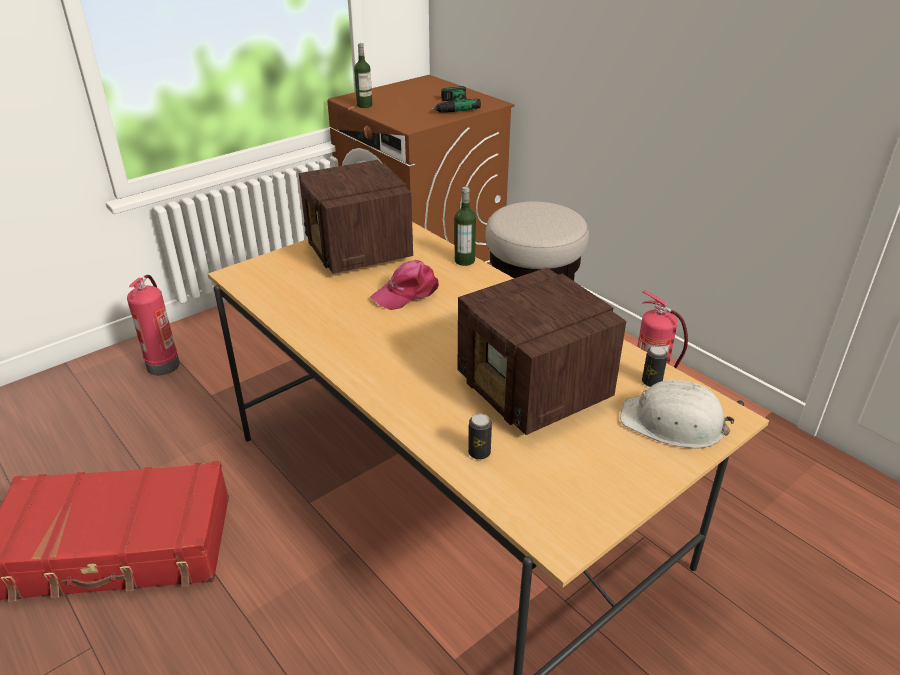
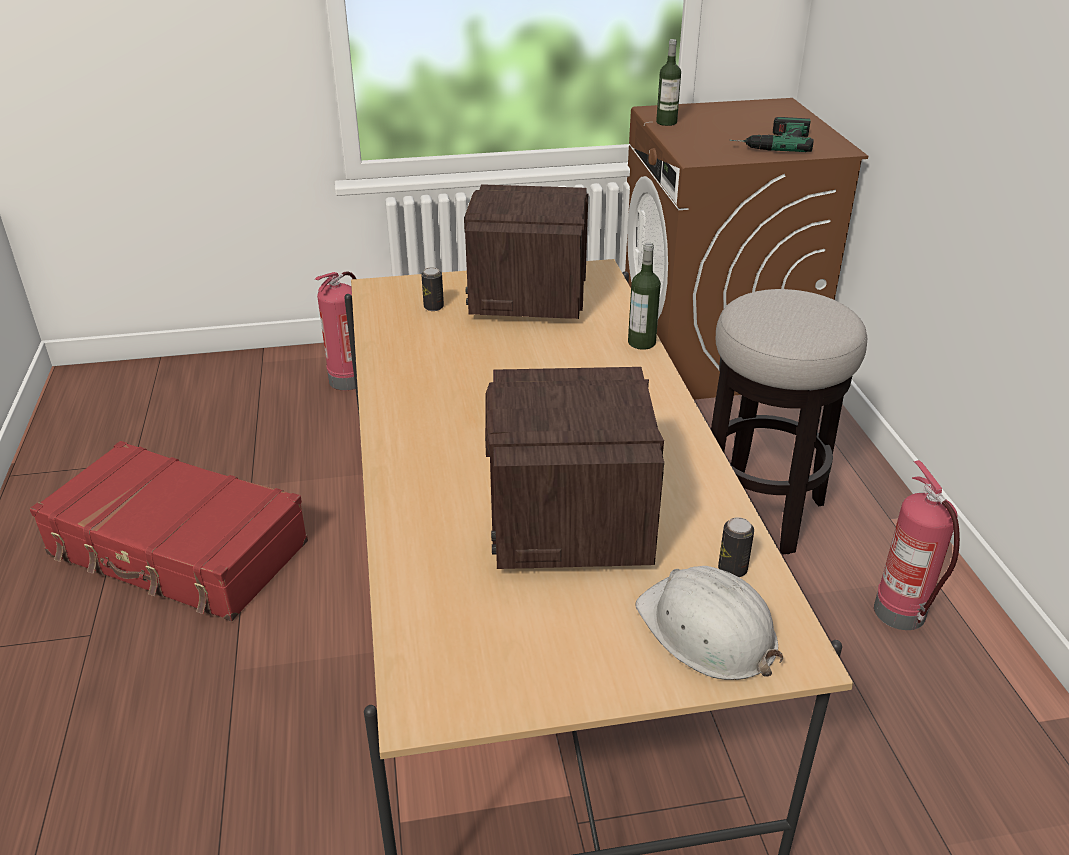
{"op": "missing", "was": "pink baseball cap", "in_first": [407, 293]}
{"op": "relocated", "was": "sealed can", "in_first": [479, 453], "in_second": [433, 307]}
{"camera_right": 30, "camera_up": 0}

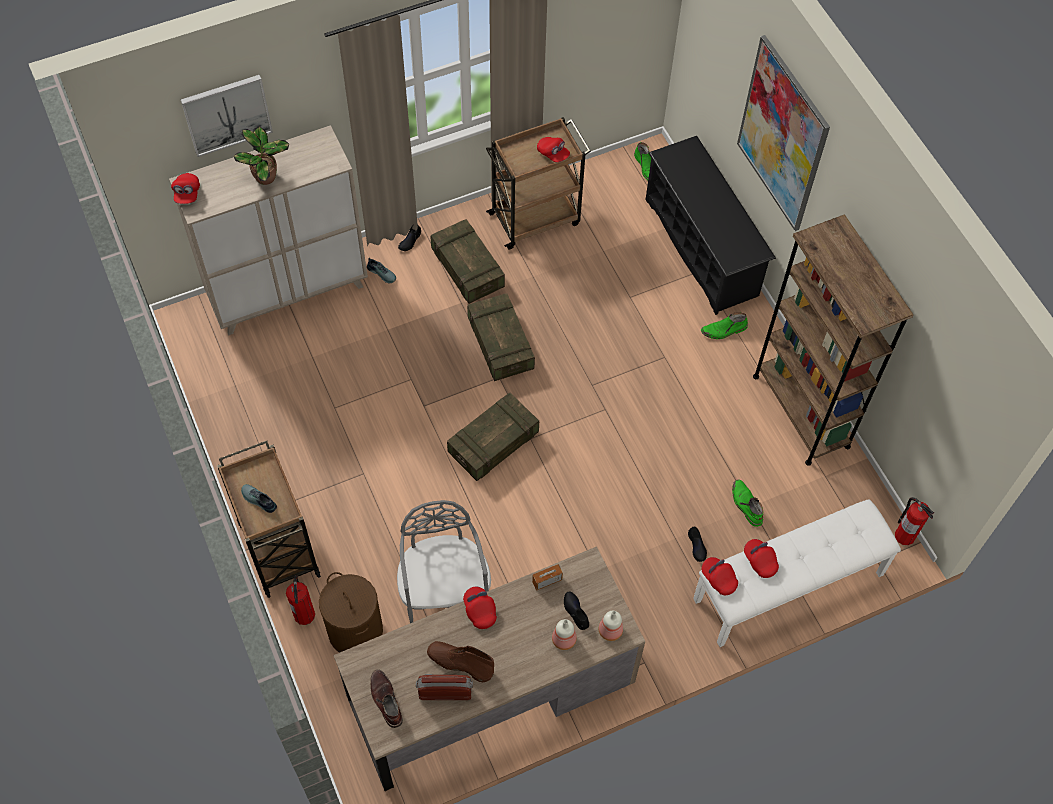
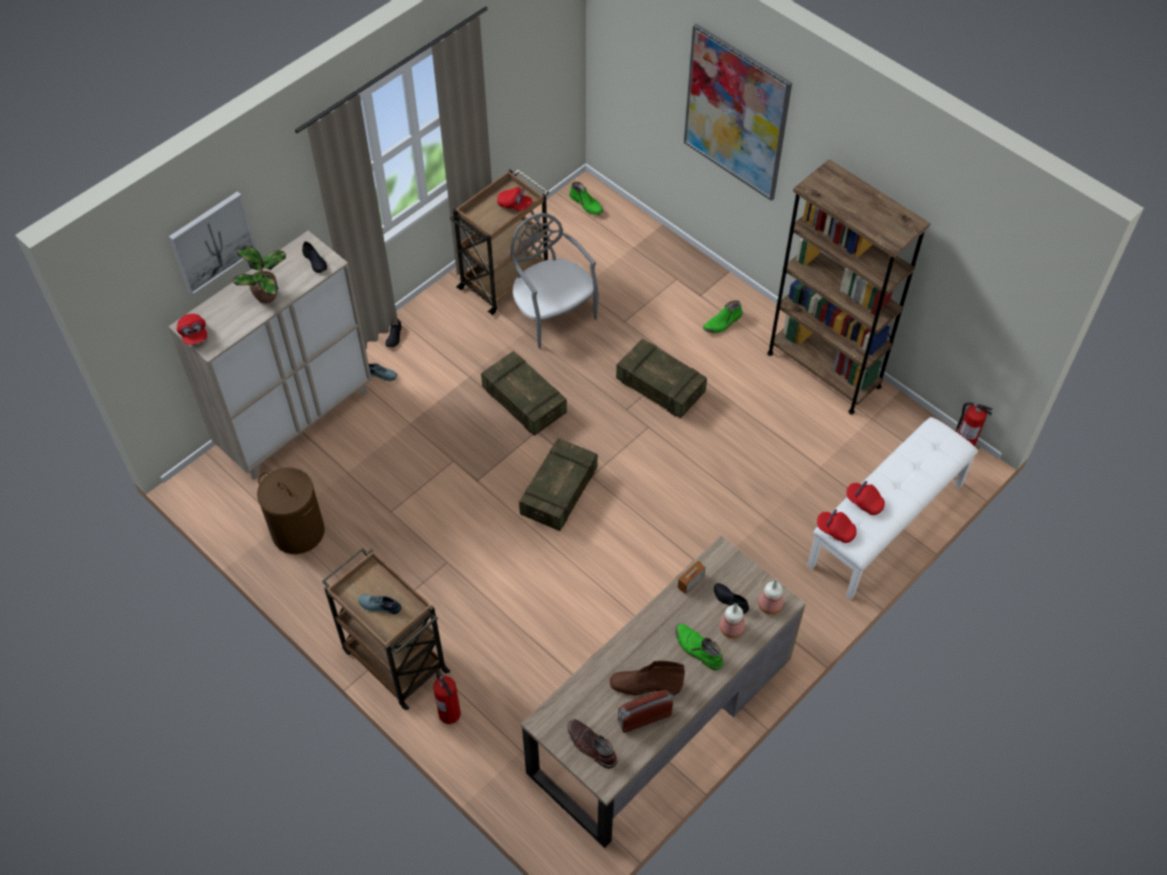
{"op": "missing", "was": "blackish shoe stand", "in_first": [701, 247]}
{"op": "relocated", "was": "shipping crate", "in_first": [467, 269], "in_second": [660, 387]}
{"op": "relocated", "was": "greenish high-top boot", "in_first": [746, 505], "in_second": [697, 649]}
{"op": "relocated", "was": "grey plain chair", "in_first": [444, 590], "in_second": [552, 314]}
{"op": "relocated", "was": "blackish low shoe", "in_first": [697, 546], "in_second": [315, 261]}
{"op": "relocated", "was": "brown-coloured hamper", "in_first": [355, 630], "in_second": [297, 531]}
{"op": "missing", "was": "red baseball cap", "in_first": [479, 610]}
{"camera_right": -20, "camera_up": -5}

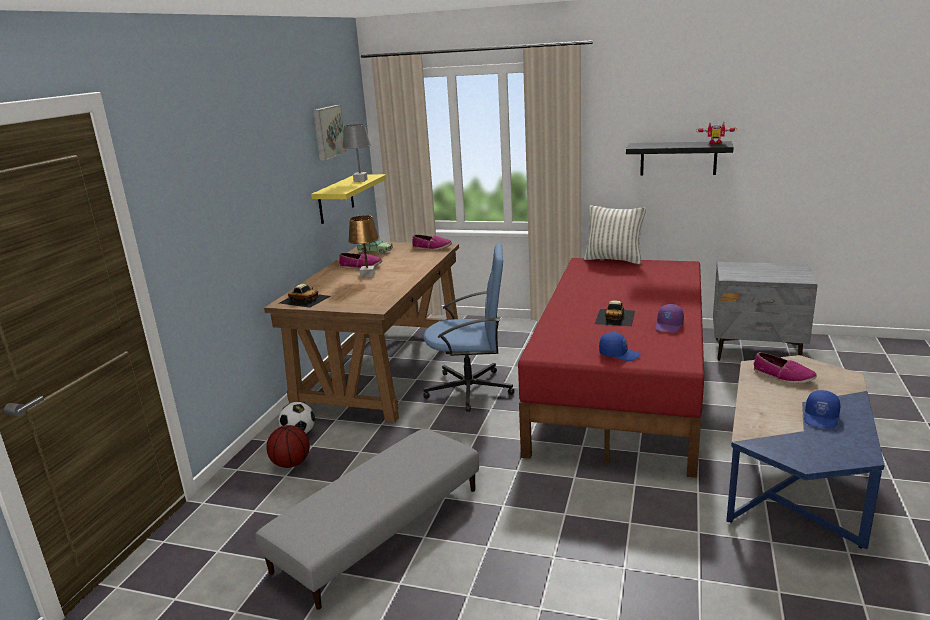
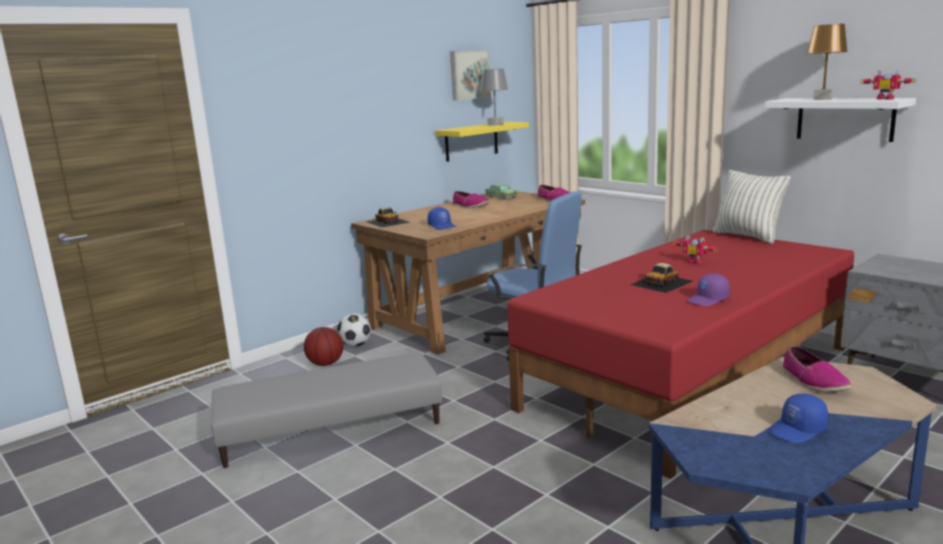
{"op": "colour", "was": "blackish wall shelf", "now": "white-coloured wall shelf", "in_first": [678, 158], "in_second": [845, 119]}
{"op": "relocated", "was": "brown-coloured tabletop lamp", "in_first": [368, 275], "in_second": [823, 99]}
{"op": "relocated", "was": "bluish baseball cap", "in_first": [619, 354], "in_second": [442, 226]}
{"op": "appeared", "now": "robot figure", "in_second": [695, 262]}
{"camera_right": 30, "camera_up": -5}

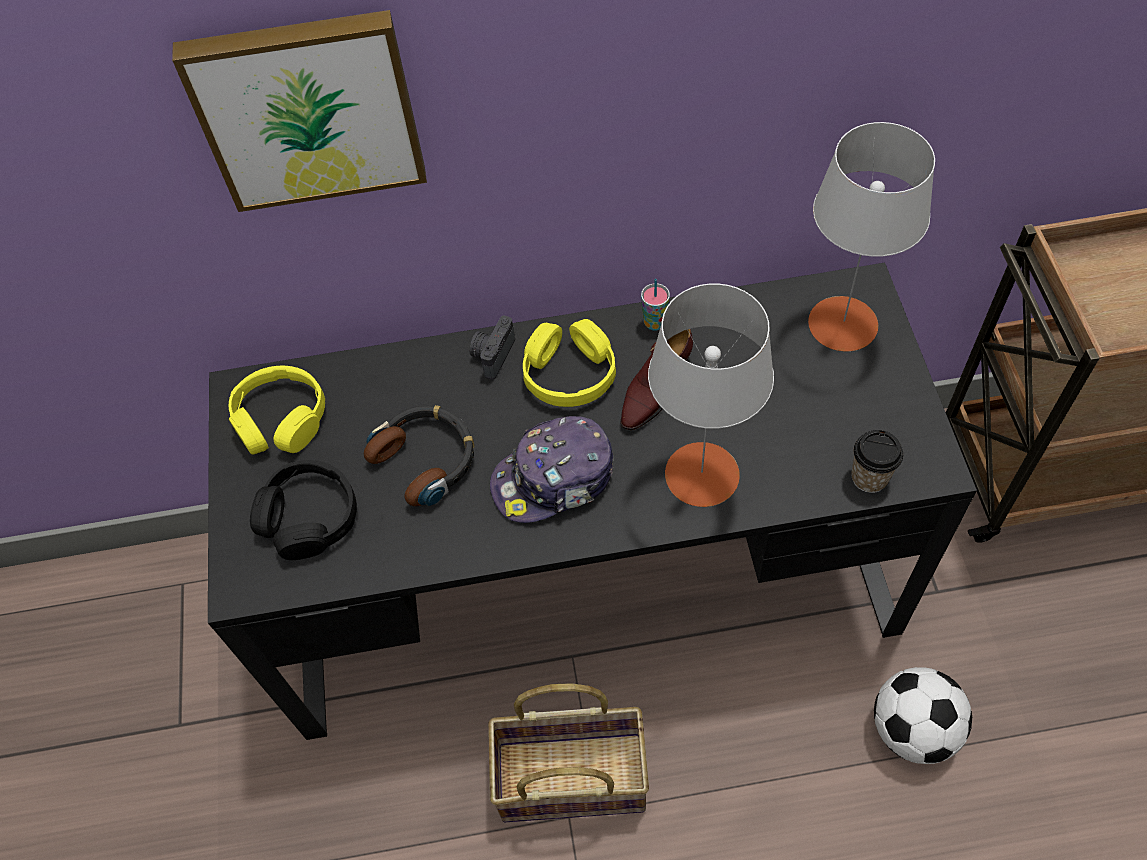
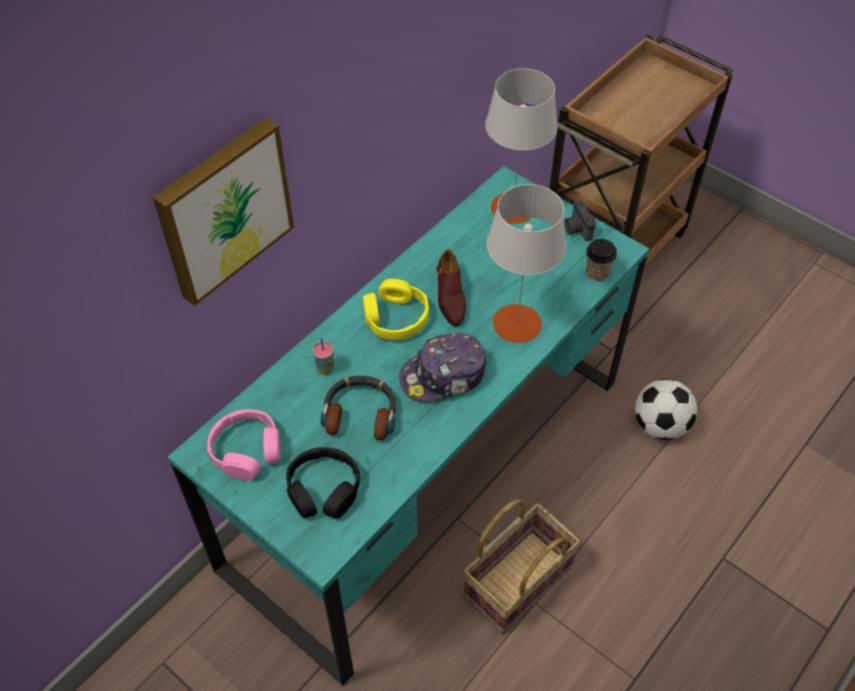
{"op": "colour", "was": "blackish desk unit", "now": "turquoise-coloured desk unit", "in_first": [587, 580], "in_second": [427, 471]}
{"op": "relocated", "was": "cup", "in_first": [654, 323], "in_second": [325, 369]}
{"op": "relocated", "was": "still camera", "in_first": [492, 355], "in_second": [576, 229]}
{"op": "colour", "was": "yellowish headphones", "now": "pink headphones", "in_first": [281, 419], "in_second": [247, 450]}
{"op": "spun", "was": "baseball cap", "in_first": [554, 479], "in_second": [444, 376], "clockwise": 45}
{"camera_right": -45, "camera_up": -5}

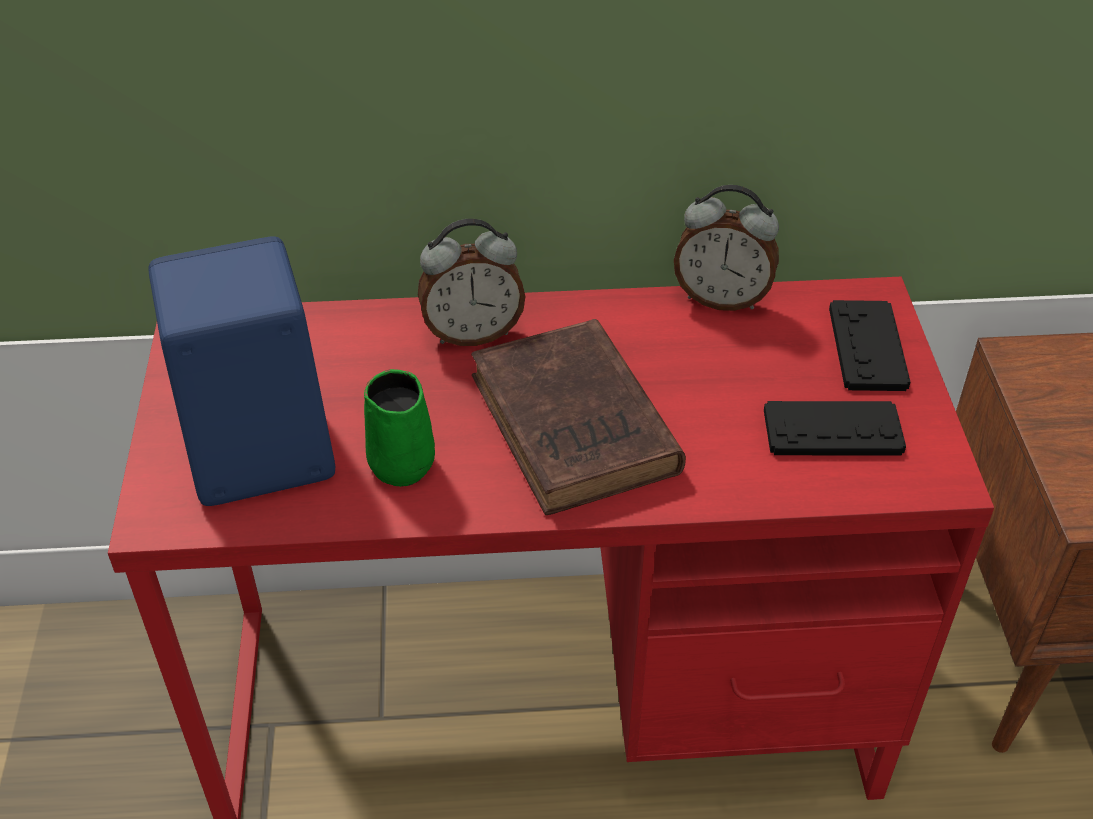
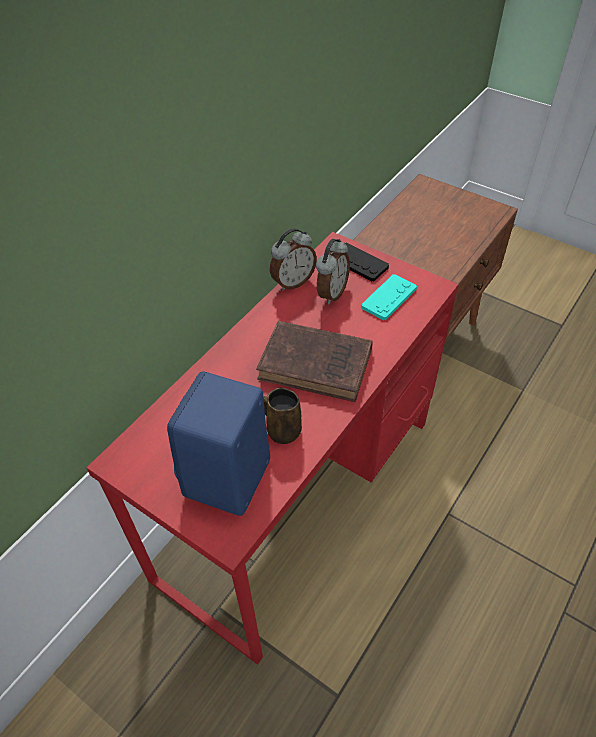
{"op": "relocated", "was": "table clock", "in_first": [472, 333], "in_second": [331, 293]}
{"op": "colour", "was": "greenish coffee mug", "now": "brown-coloured coffee mug", "in_first": [402, 461], "in_second": [282, 430]}
{"op": "colour", "was": "blackish game controller", "now": "turquoise-coloured game controller", "in_first": [832, 431], "in_second": [389, 298]}
{"camera_right": -50, "camera_up": 5}

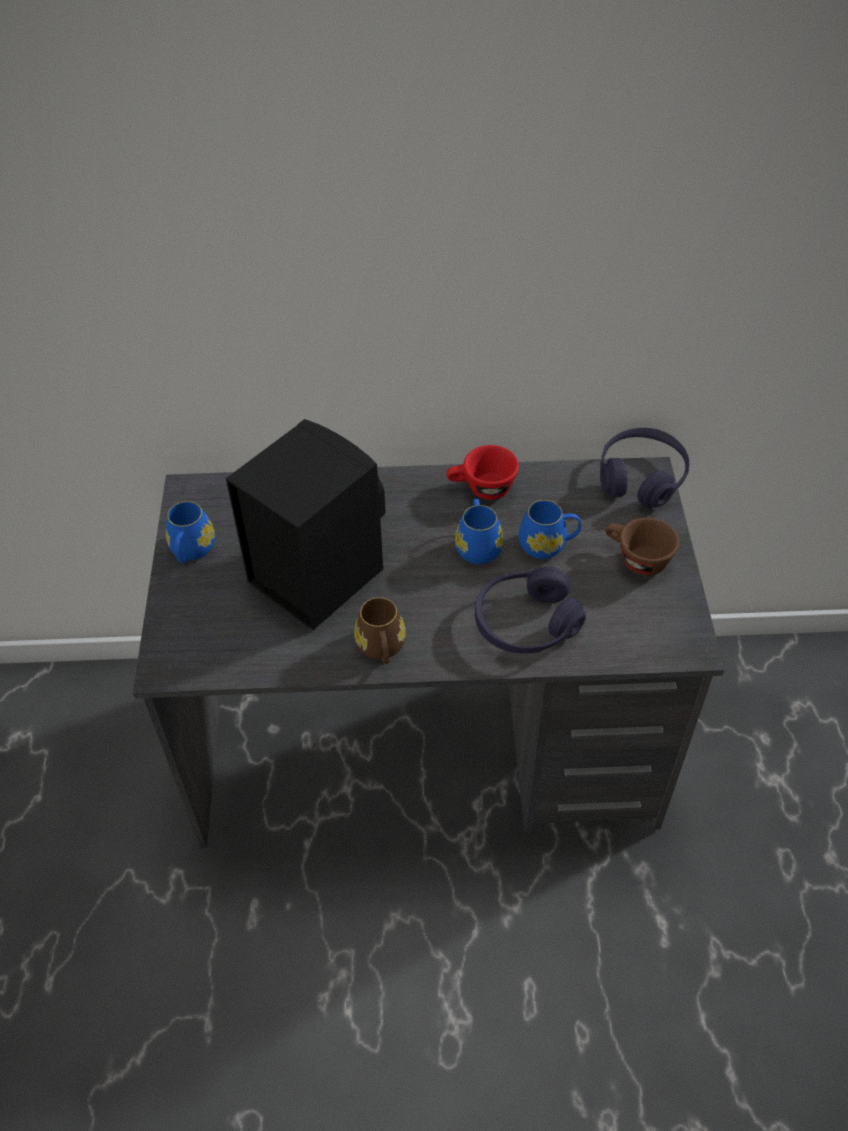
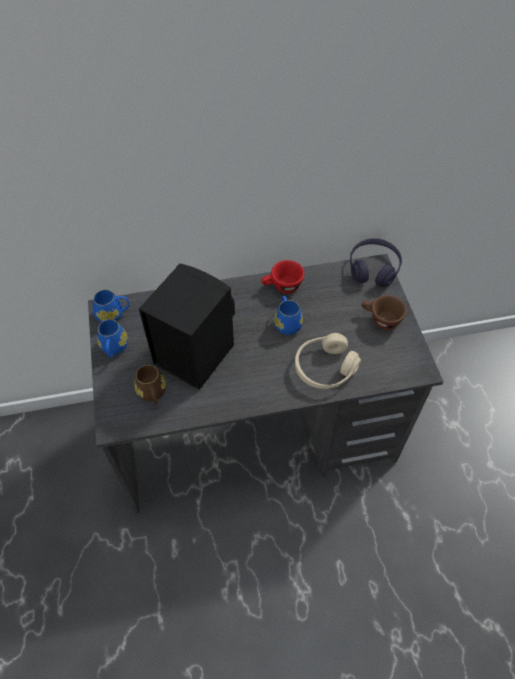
{"op": "relocated", "was": "bluish coffee mug", "in_first": [548, 545], "in_second": [113, 314]}
{"op": "colour", "was": "purple-coloured headphones", "now": "beige-coloured headphones", "in_first": [526, 623], "in_second": [325, 368]}
{"op": "relocated", "was": "brown-coloured coffee mug", "in_first": [381, 649], "in_second": [153, 394]}
{"camera_right": -10, "camera_up": 5}

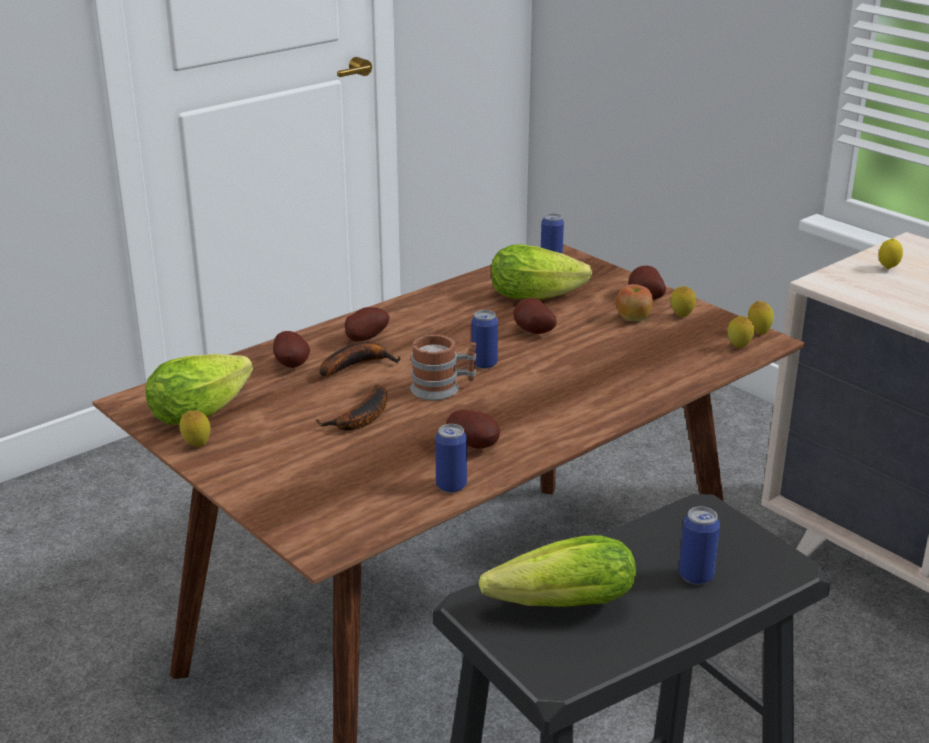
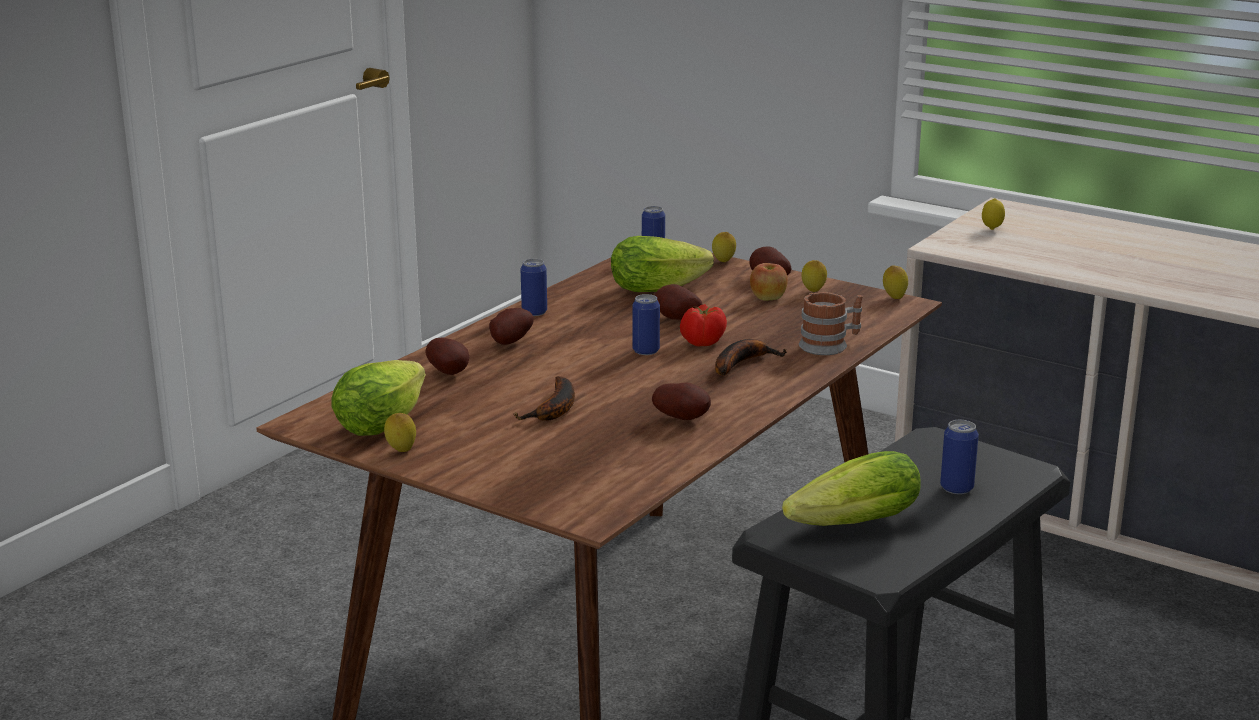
{"op": "relocated", "was": "whole lemon", "in_first": [738, 348], "in_second": [723, 262]}
{"op": "relocated", "was": "coffee mug", "in_first": [443, 389], "in_second": [830, 345]}
{"op": "relocated", "was": "banana", "in_first": [357, 365], "in_second": [742, 363]}
{"op": "relocated", "was": "sealed can", "in_first": [451, 485], "in_second": [534, 312]}
{"op": "appeared", "now": "whole tomato", "in_second": [702, 342]}
{"camera_right": -15, "camera_up": -5}

